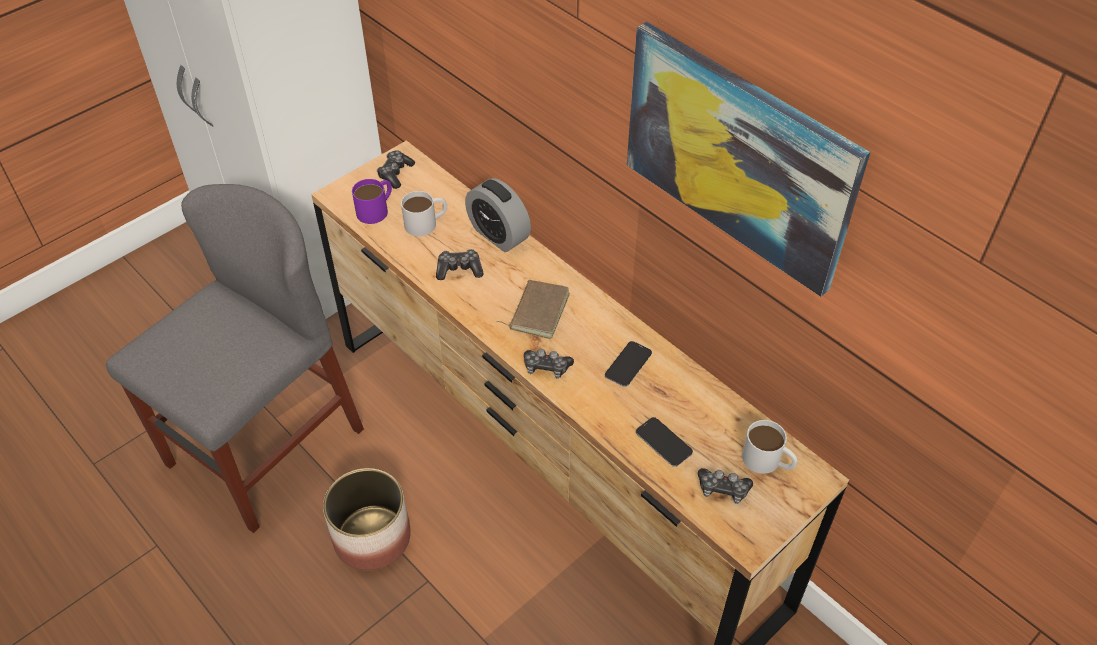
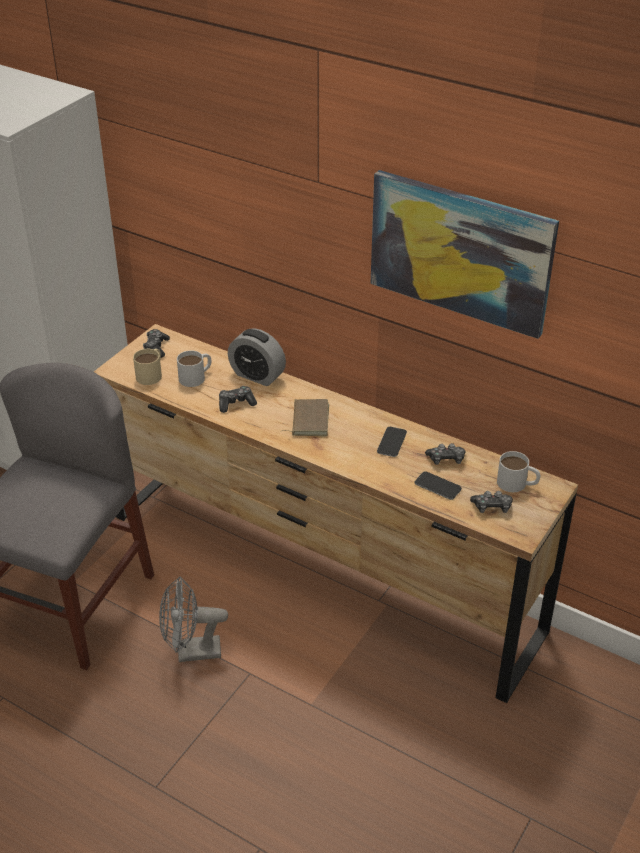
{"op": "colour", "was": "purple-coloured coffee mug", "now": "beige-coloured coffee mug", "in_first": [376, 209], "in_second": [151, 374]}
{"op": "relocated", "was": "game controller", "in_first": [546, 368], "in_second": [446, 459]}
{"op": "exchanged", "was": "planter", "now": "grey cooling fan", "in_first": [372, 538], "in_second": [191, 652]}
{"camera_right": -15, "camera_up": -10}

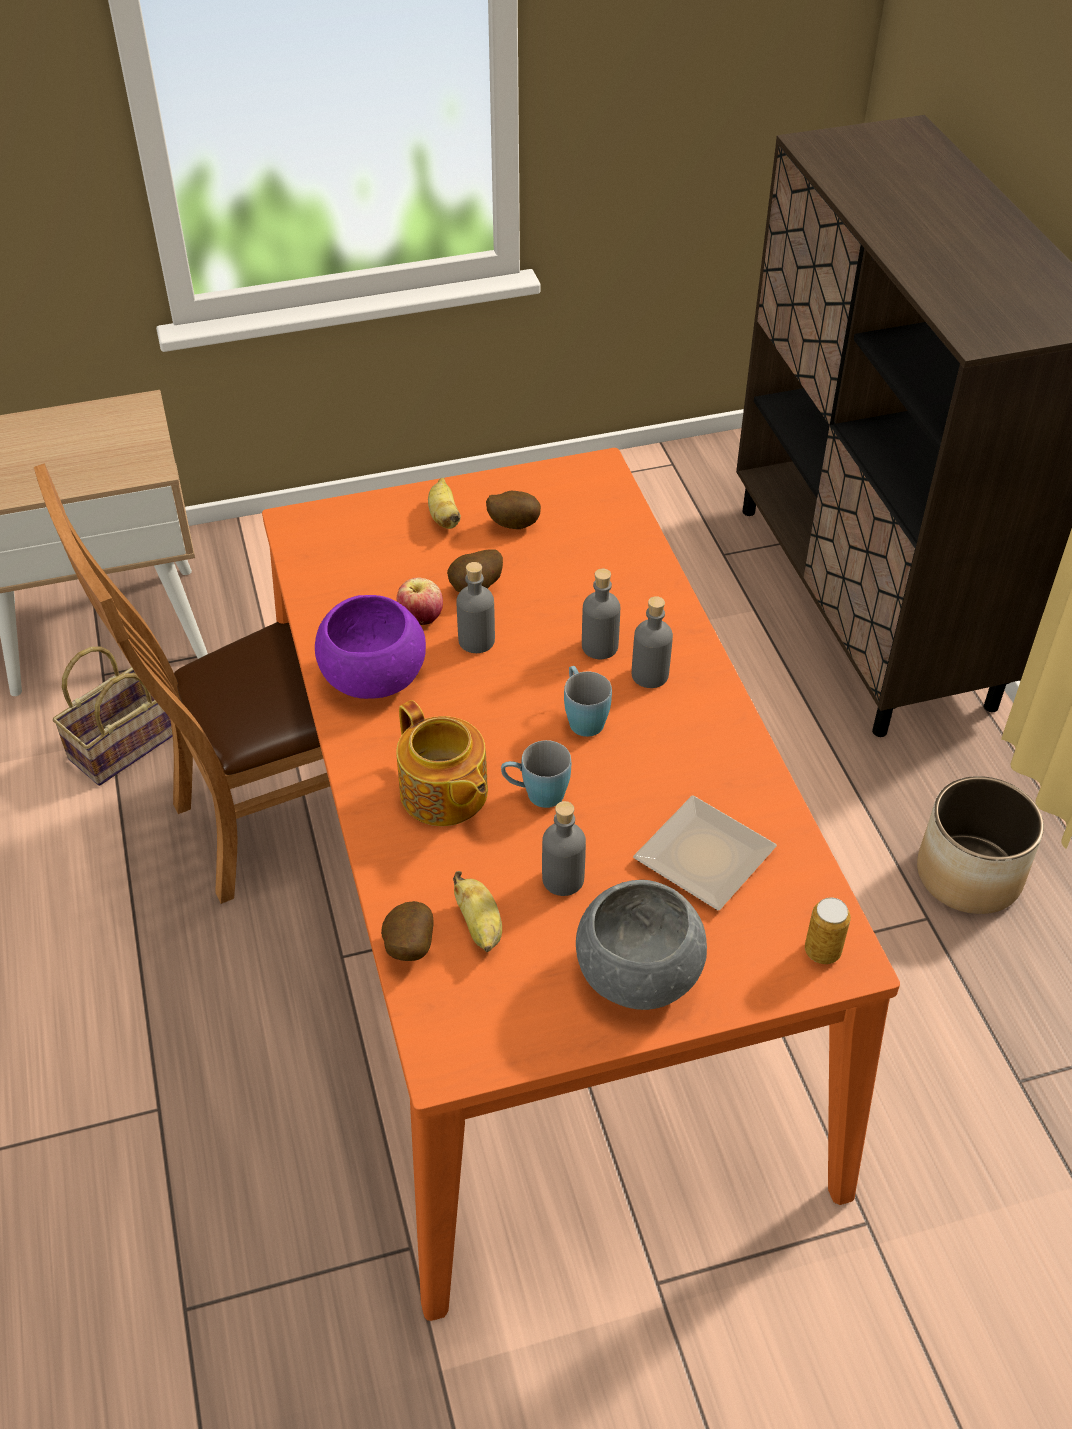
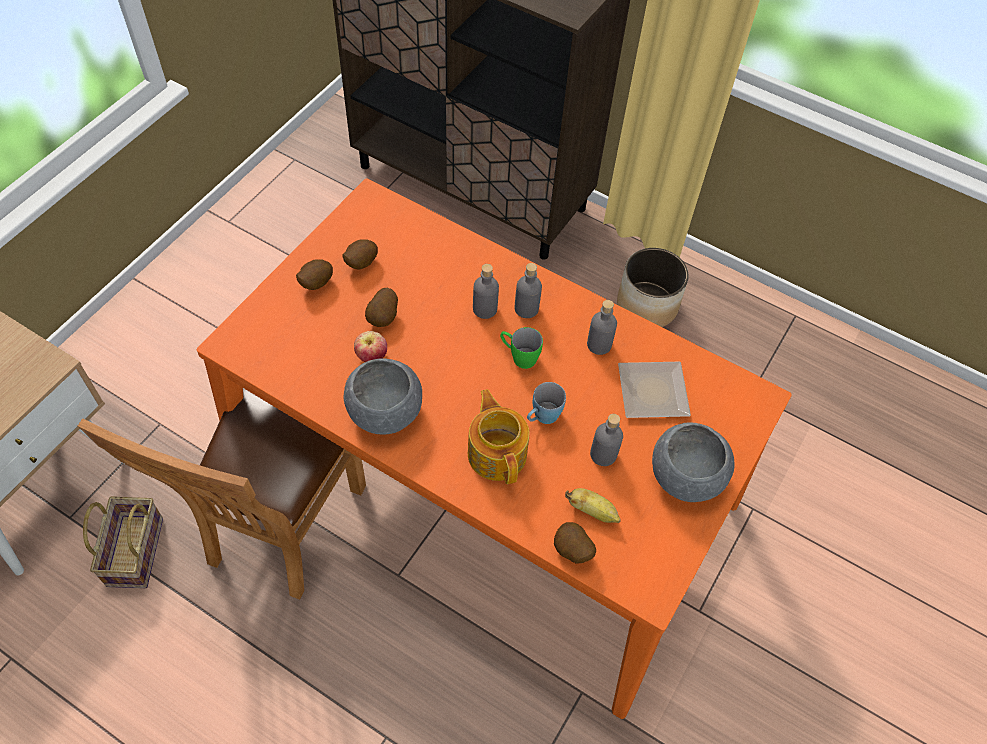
{"op": "exchanged", "was": "banana", "now": "spud", "in_first": [444, 517], "in_second": [315, 283]}
{"op": "relocated", "was": "grey drink bottle", "in_first": [476, 640], "in_second": [599, 344]}
{"op": "colour", "was": "purple-coloured serving bowl", "now": "grey serving bowl", "in_first": [372, 677], "in_second": [384, 411]}
{"op": "colour", "was": "bluish coffee mug", "now": "greenish coffee mug", "in_first": [582, 717], "in_second": [519, 356]}
{"op": "spun", "was": "tea pot", "in_first": [444, 794], "in_second": [497, 452], "clockwise": -120}
{"op": "missing", "was": "sealed can", "in_first": [822, 951]}
{"camera_right": -45, "camera_up": 10}

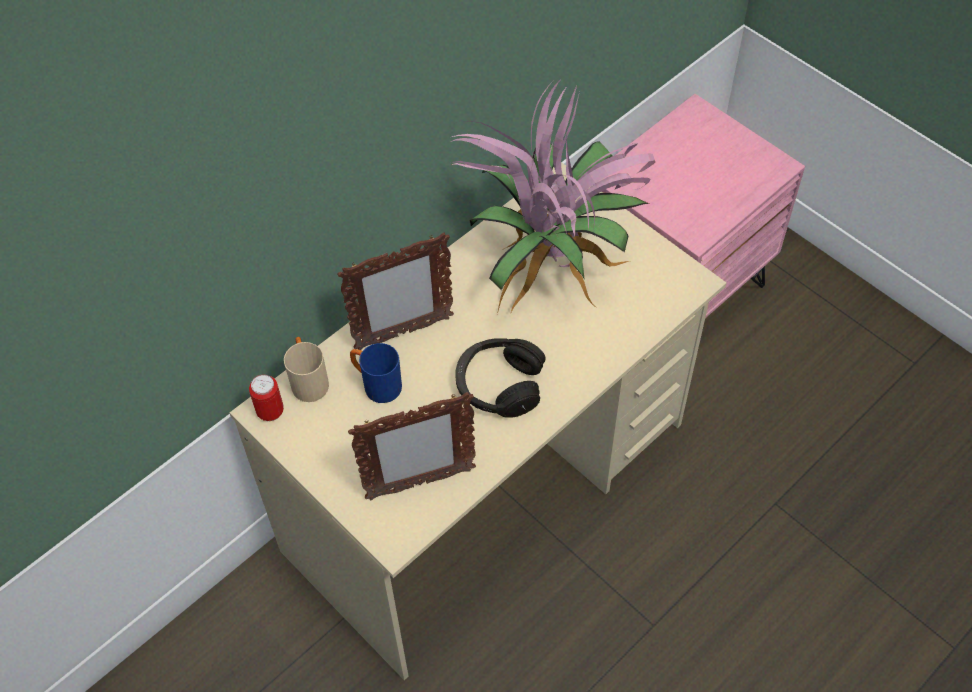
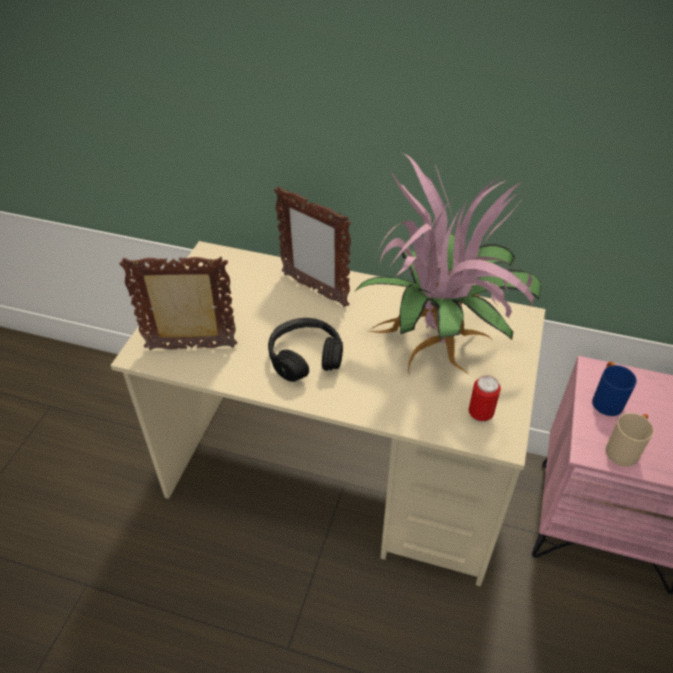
{"op": "relocated", "was": "beige-coloured coffee mug", "in_first": [308, 380], "in_second": [625, 449]}
{"op": "relocated", "was": "bluish coffee mug", "in_first": [376, 384], "in_second": [605, 399]}
{"op": "relocated", "was": "sealed can", "in_first": [270, 412], "in_second": [480, 414]}
{"op": "spun", "was": "photo frame", "in_first": [419, 484], "in_second": [192, 348], "clockwise": 135}
{"camera_right": 60, "camera_up": -10}

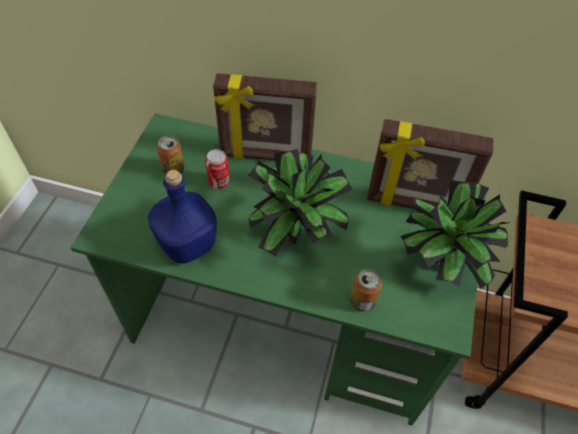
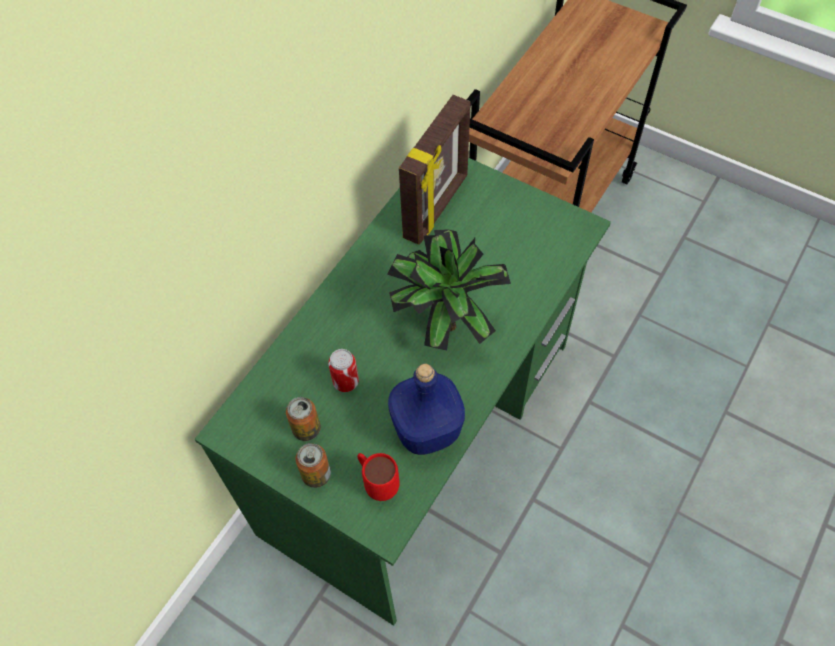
{"op": "missing", "was": "photo frame", "in_first": [266, 156]}
{"op": "missing", "was": "potted plant", "in_first": [438, 269]}
{"op": "relocated", "was": "sealed can", "in_first": [362, 301], "in_second": [316, 474]}
{"op": "appeared", "now": "red coffee mug", "in_second": [377, 483]}
{"camera_right": -70, "camera_up": 5}

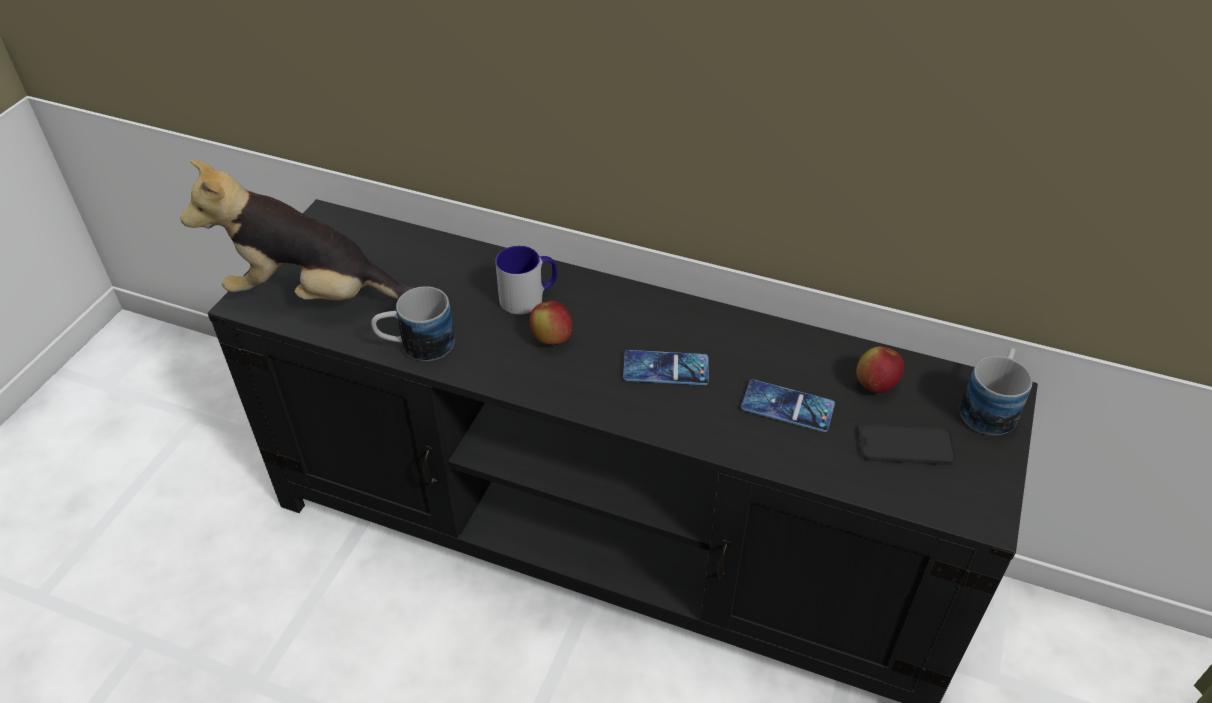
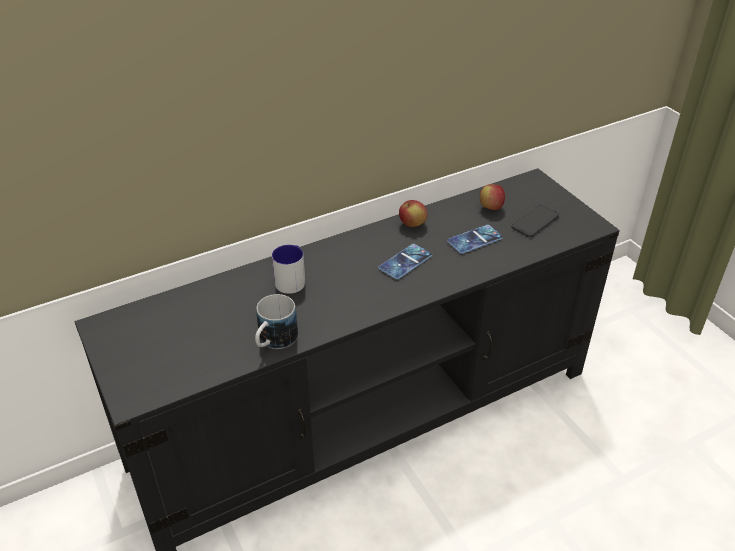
{"op": "missing", "was": "plush toy", "in_first": [313, 295]}
{"op": "relocated", "was": "apple", "in_first": [551, 339], "in_second": [412, 224]}
{"op": "missing", "was": "coffee mug", "in_first": [990, 406]}
{"camera_right": -50, "camera_up": -5}

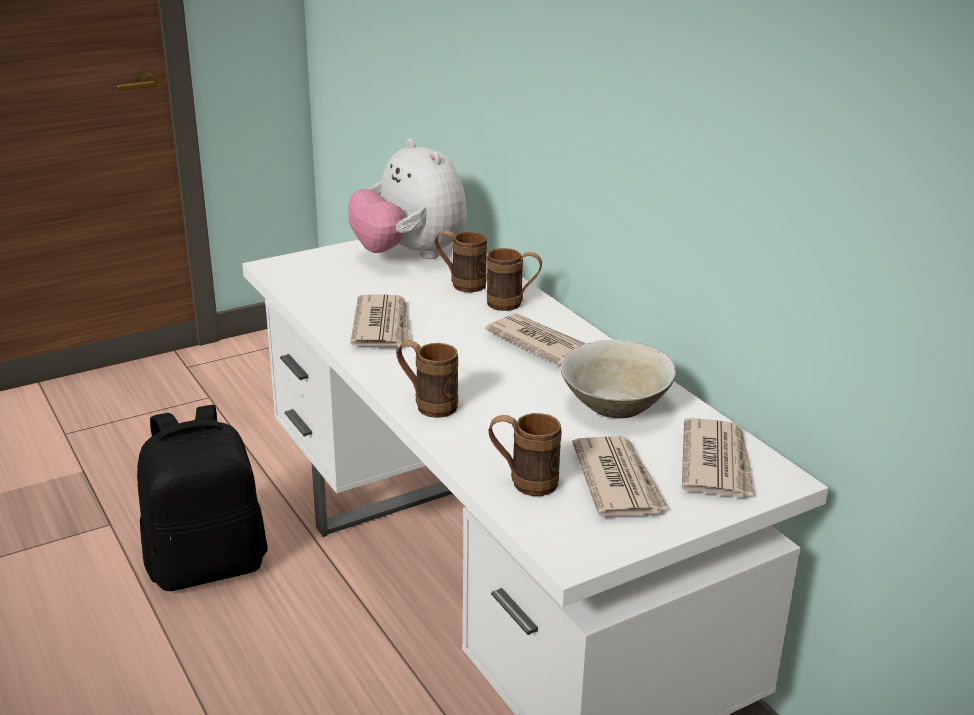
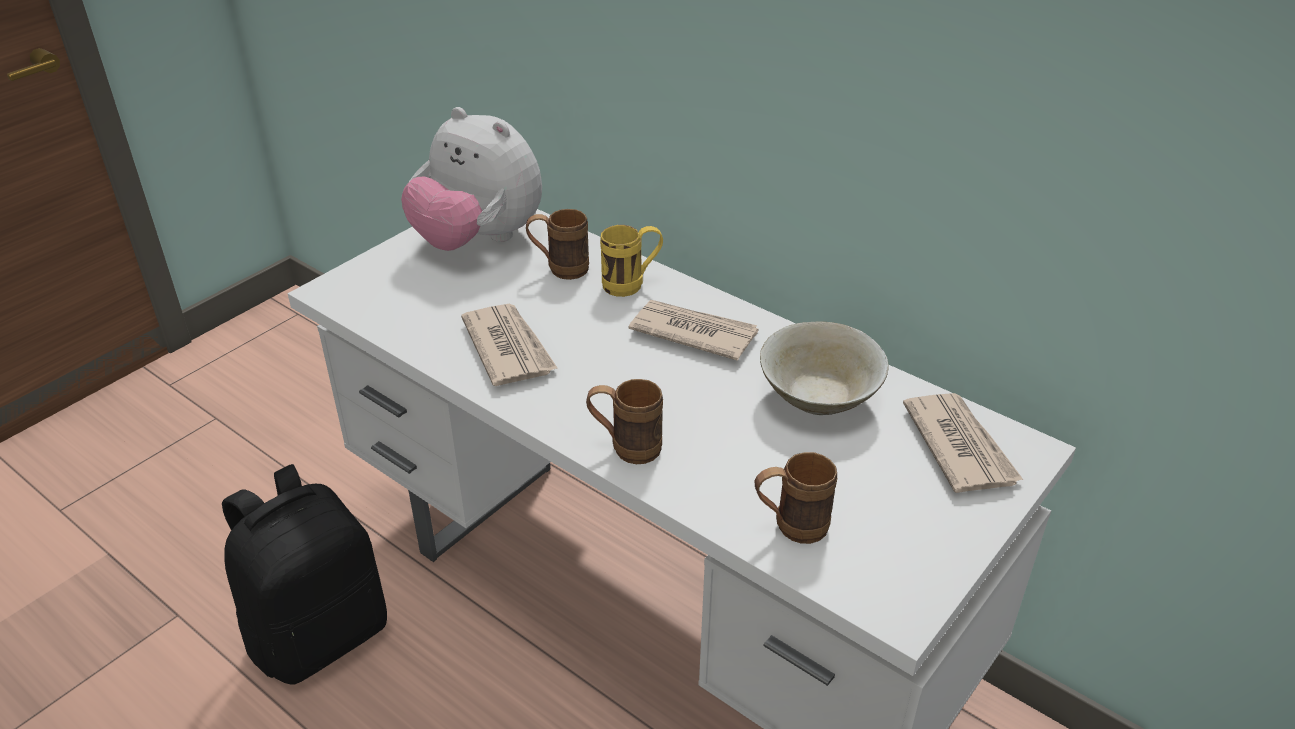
{"op": "colour", "was": "brown-coloured coffee mug", "now": "yellowish coffee mug", "in_first": [513, 304], "in_second": [632, 285]}
{"op": "missing", "was": "printed paper", "in_first": [618, 481]}
{"camera_right": -20, "camera_up": 10}

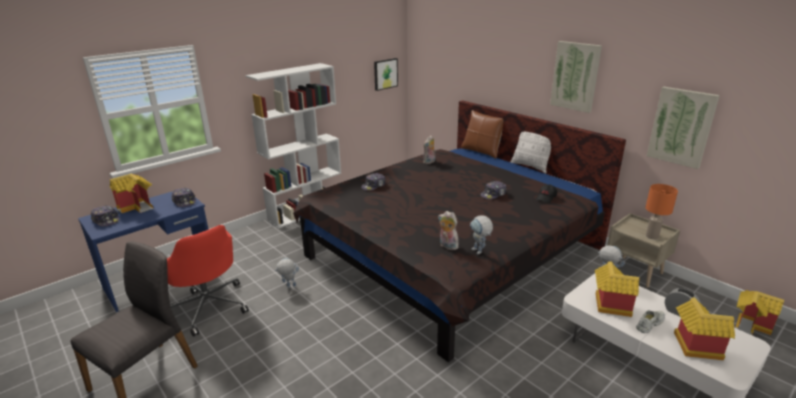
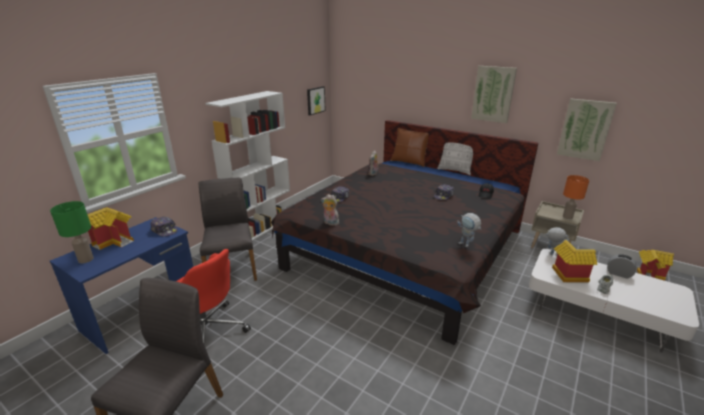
{"op": "exchanged", "was": "baseball cap", "now": "greenish tabletop lamp", "in_first": [106, 220], "in_second": [86, 259]}
{"op": "relocated", "was": "plush toy", "in_first": [447, 246], "in_second": [330, 223]}
{"op": "missing", "was": "robot figure", "in_first": [288, 287]}
{"op": "missing", "was": "model house", "in_first": [693, 347]}
{"op": "appeared", "now": "grey plain chair", "in_second": [232, 268]}
{"camera_right": -15, "camera_up": 0}

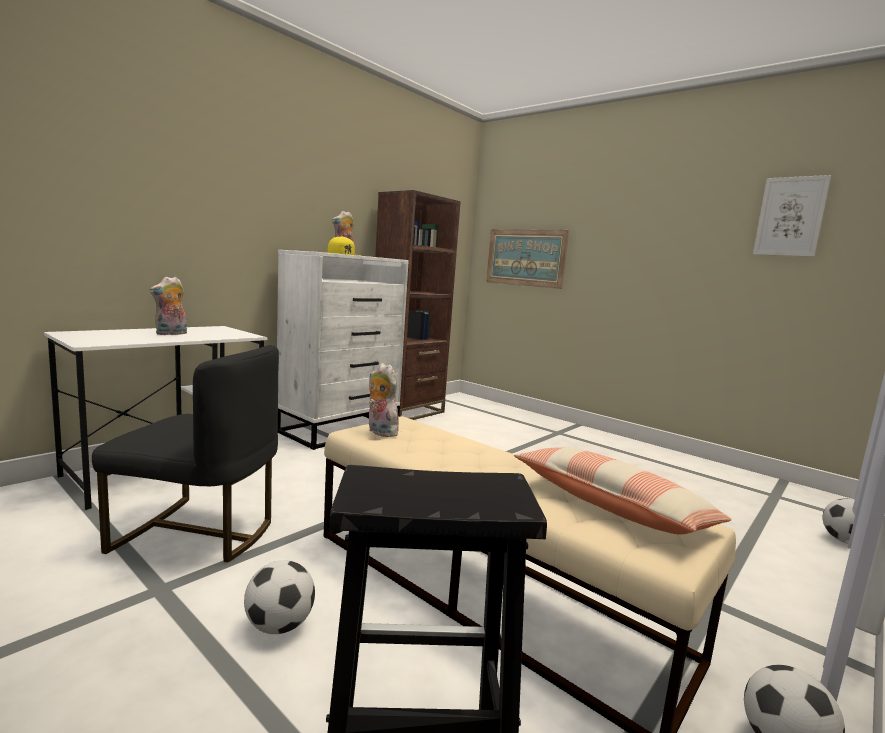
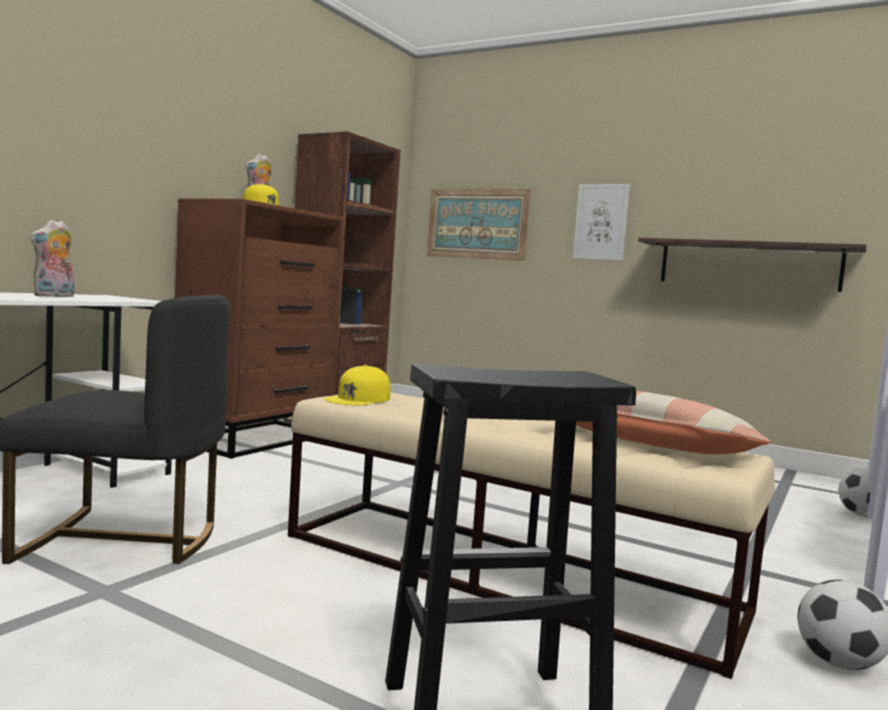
{"op": "relocated", "was": "wall picture", "in_first": [790, 216], "in_second": [601, 222]}
{"op": "colour", "was": "white-coloured dresser", "now": "brown-coloured dresser", "in_first": [340, 429], "in_second": [256, 438]}
{"op": "exchanged", "was": "plush toy", "now": "yellowish baseball cap", "in_first": [379, 432], "in_second": [359, 399]}
{"op": "missing", "was": "football ball", "in_first": [279, 626]}
{"op": "appeared", "now": "wall shelf", "in_second": [748, 265]}
{"camera_right": -10, "camera_up": -5}

